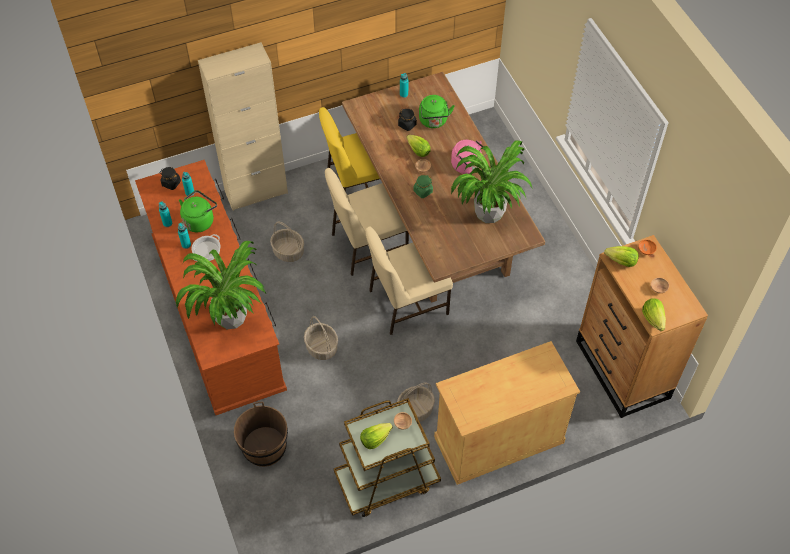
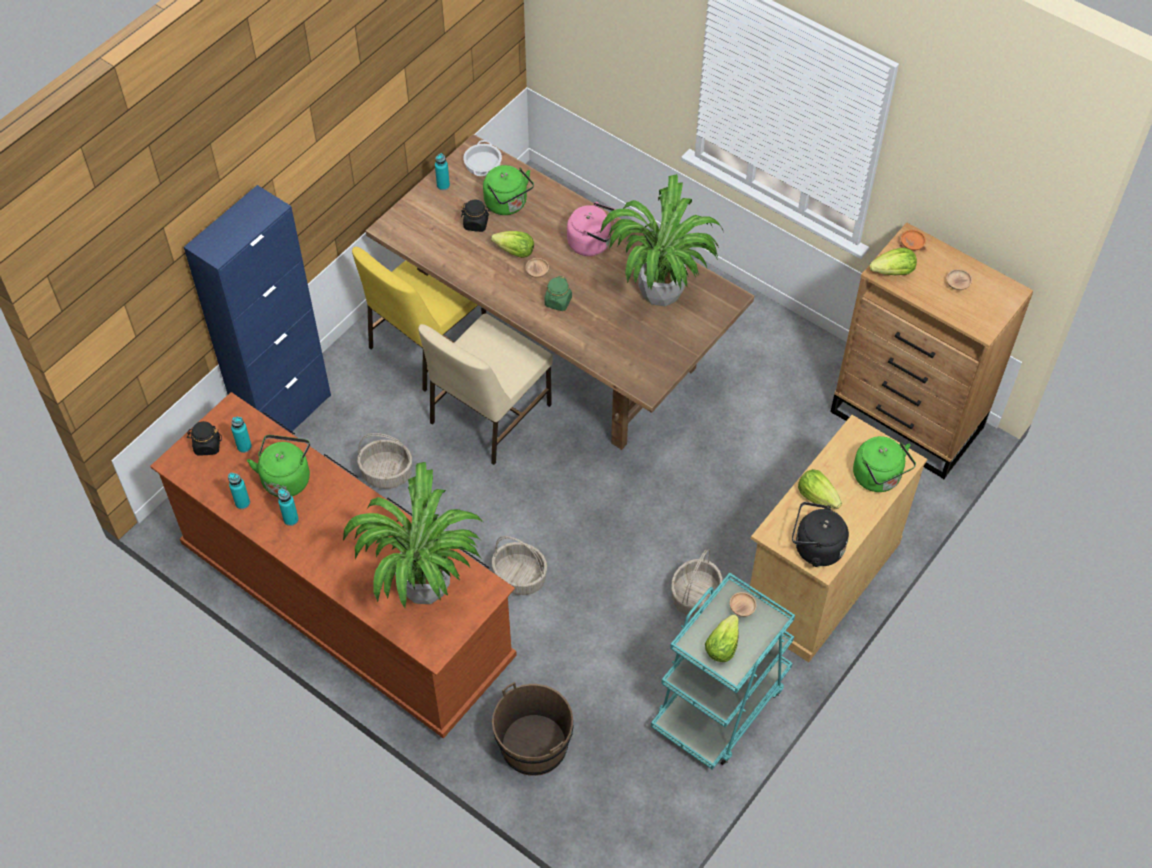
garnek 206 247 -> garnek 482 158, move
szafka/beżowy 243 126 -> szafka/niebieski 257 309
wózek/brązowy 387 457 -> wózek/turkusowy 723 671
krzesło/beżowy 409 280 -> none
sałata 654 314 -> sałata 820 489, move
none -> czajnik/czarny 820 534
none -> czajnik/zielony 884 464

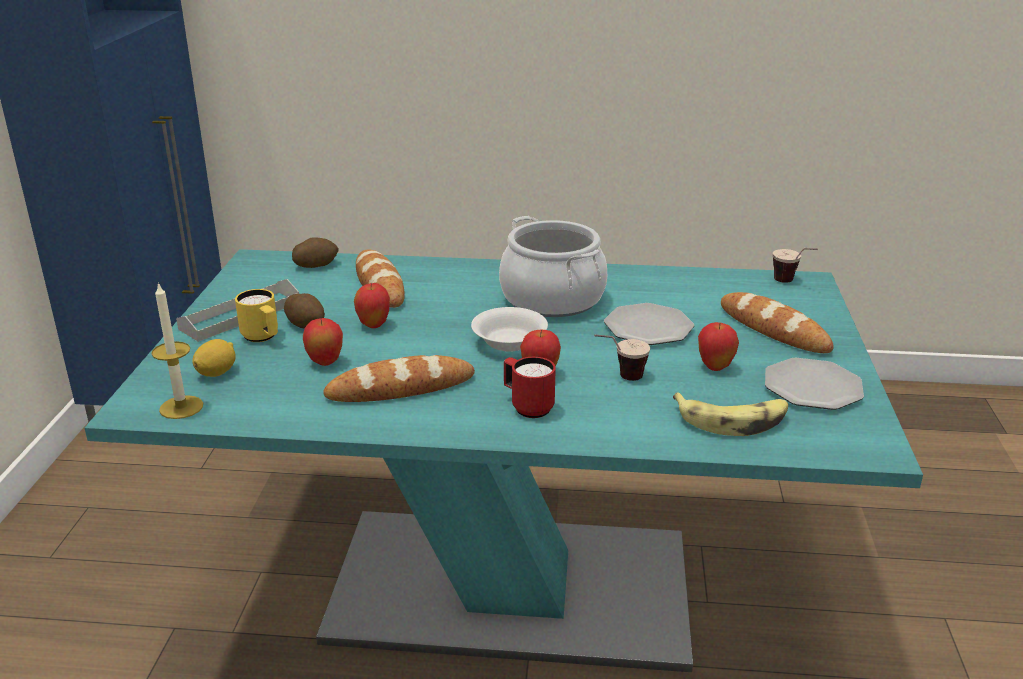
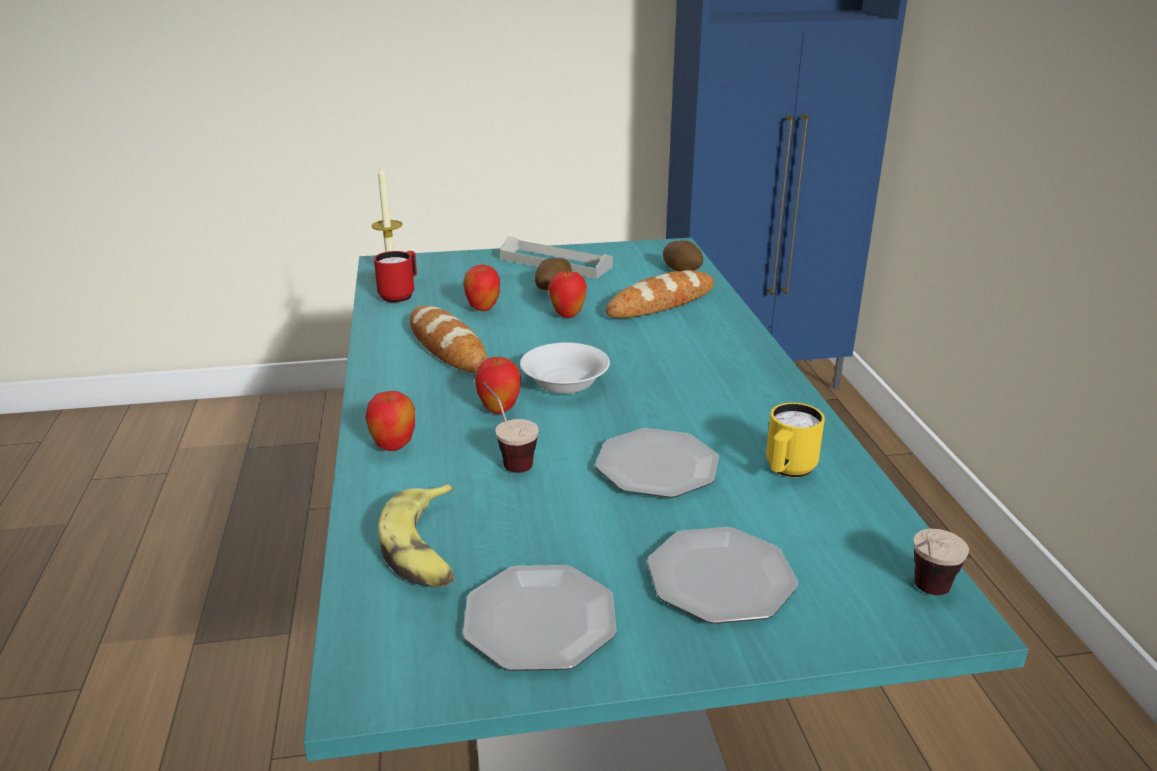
cytryna 214 358 -> none
kubek/żółty 256 315 -> kubek/żółty 795 440, move
garnek 553 266 -> none
kubek/czerwony 530 387 -> kubek/czerwony 395 277, move
jabłko 718 346 -> jabłko 390 421, move
chleb 777 322 -> talerz 722 575

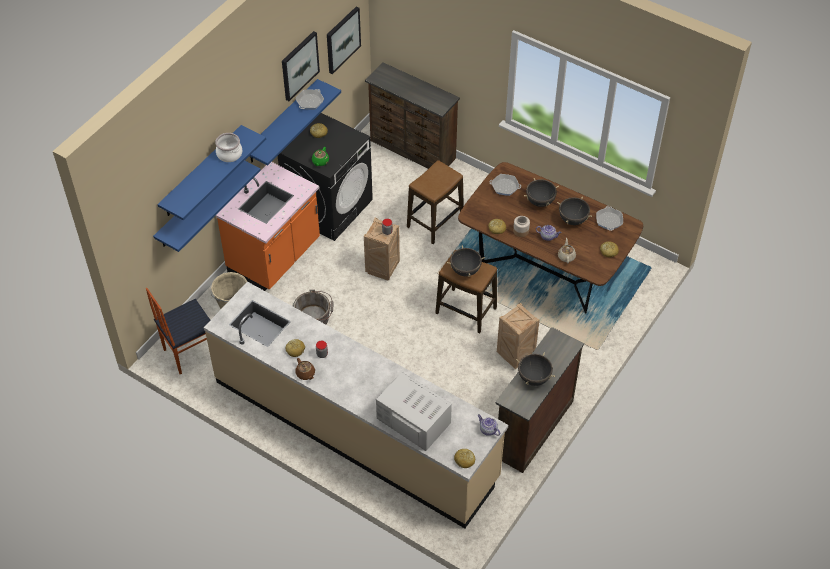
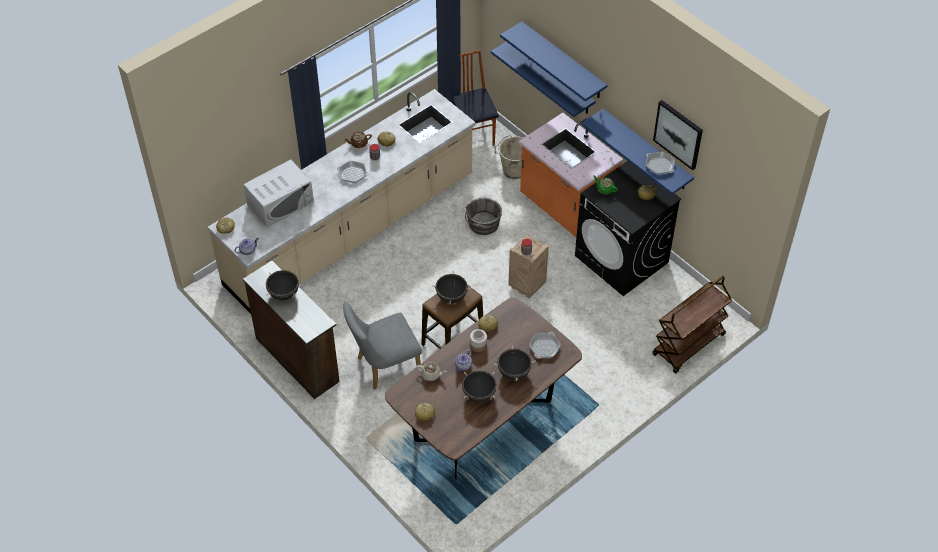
garnek 228 147 -> none
obraz 344 40 -> none
komoda/brązowy 412 116 -> wózek/brązowy 692 325
stołek 435 202 -> none
skrzynka 518 336 -> krzesło/szary 382 345
patelnia 609 218 -> patelnia 352 172, move

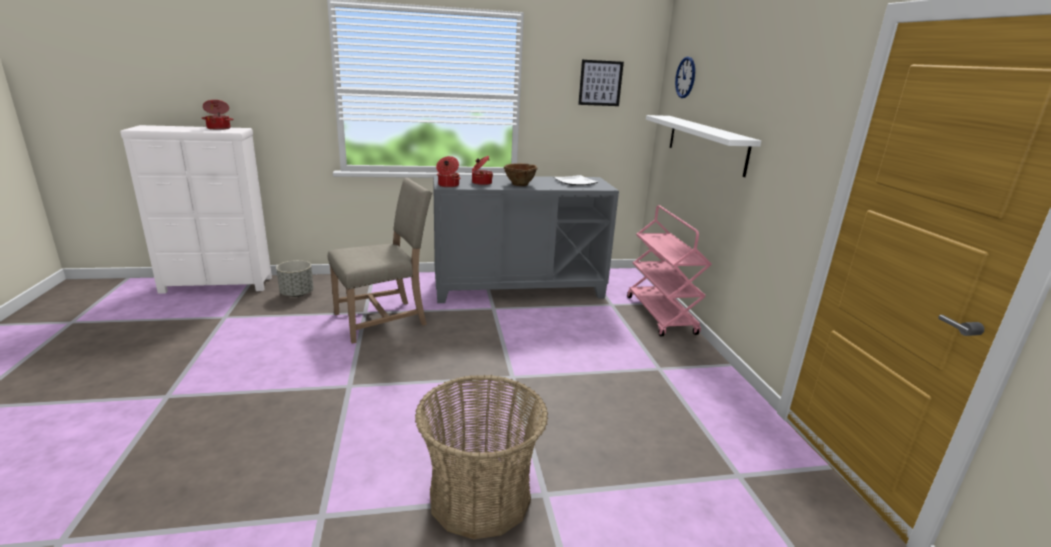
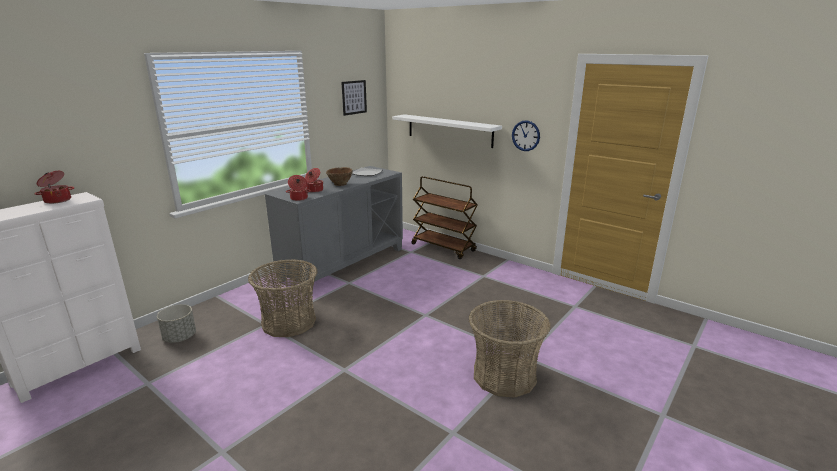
krzesło/beżowy 380 260 -> koszyk 283 298
wózek/różowy 669 271 -> wózek/brązowy 444 217
zegar ścienny 685 77 -> zegar ścienny 526 135, move

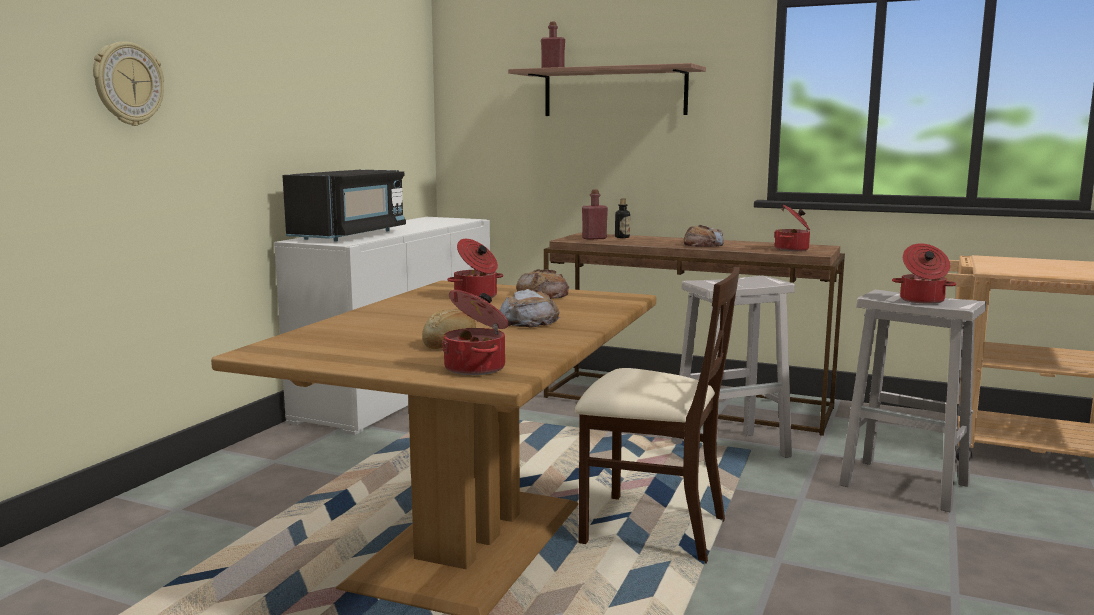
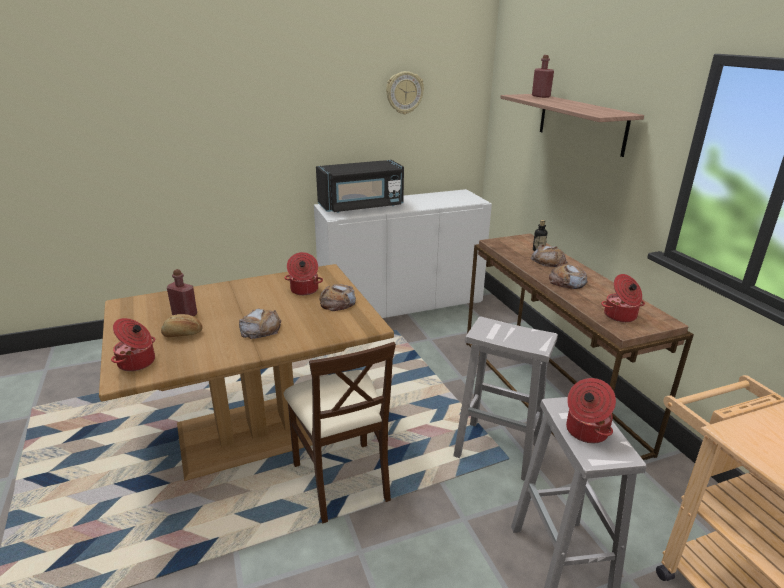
zegar ścienny 128 84 -> zegar ścienny 405 92, move
butelka/czerwony 595 214 -> butelka/czerwony 182 292, move
none -> chleb 549 256

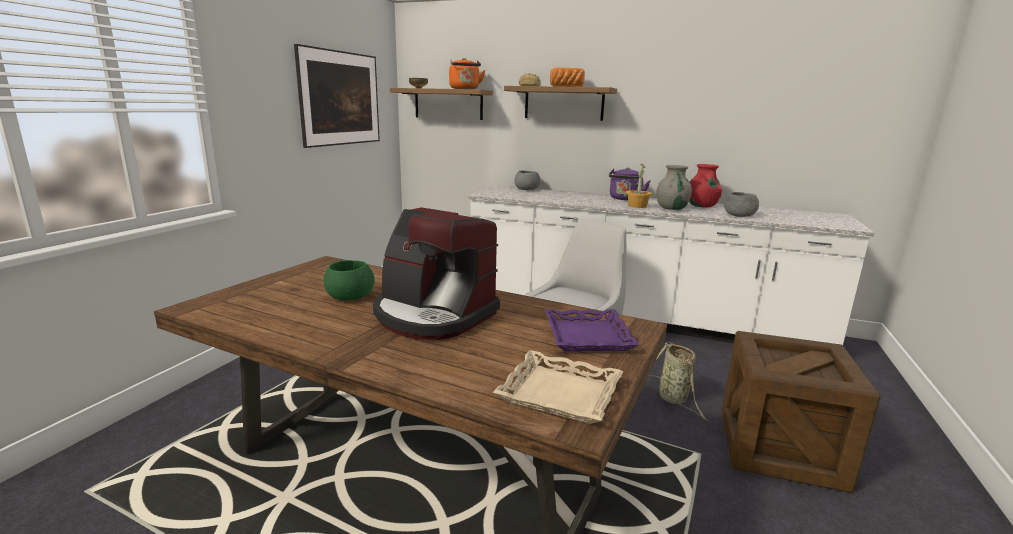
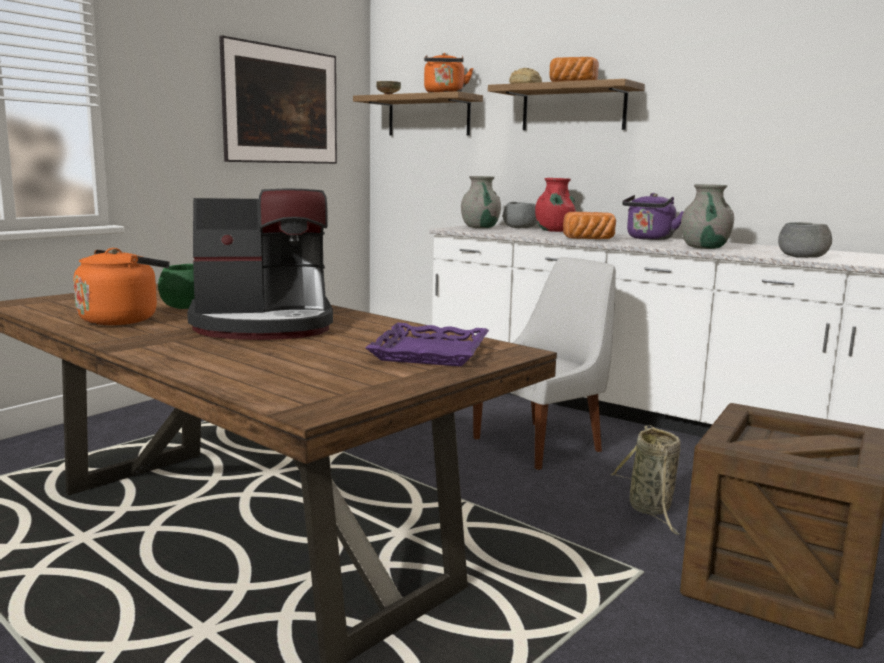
ekspres do kawy 436 273 -> ekspres do kawy 260 264, 60 degrees counterclockwise
taca/beżowy 558 387 -> none
roślina doniczkowa 639 186 -> none
wazon/czerwony 705 186 -> wazon/czerwony 555 205, move
none -> czajnik/pomarańczowy 122 286
none -> wazon/szary 481 202
none -> chleb 589 225

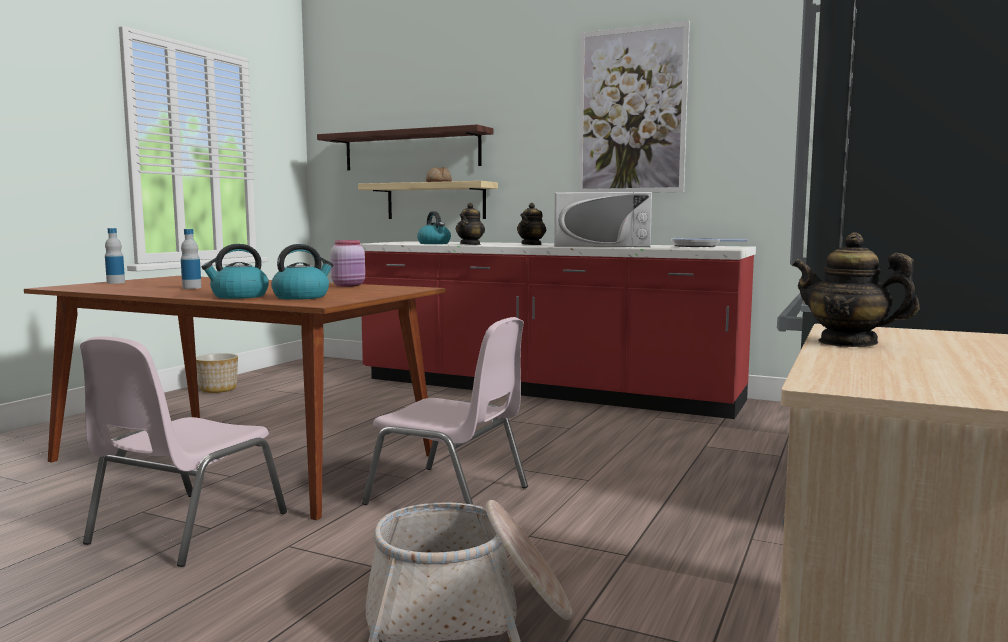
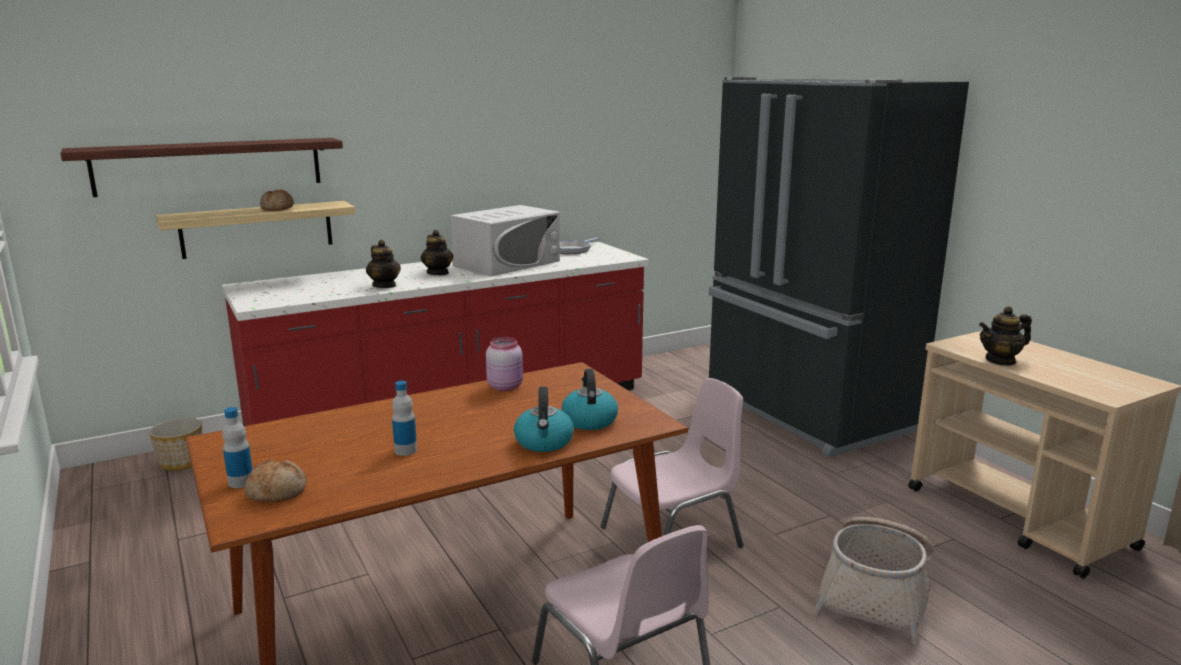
donica 217 373 -> donica 175 444, move
czajnik 434 227 -> none
obraz 634 107 -> none
none -> chleb 275 481

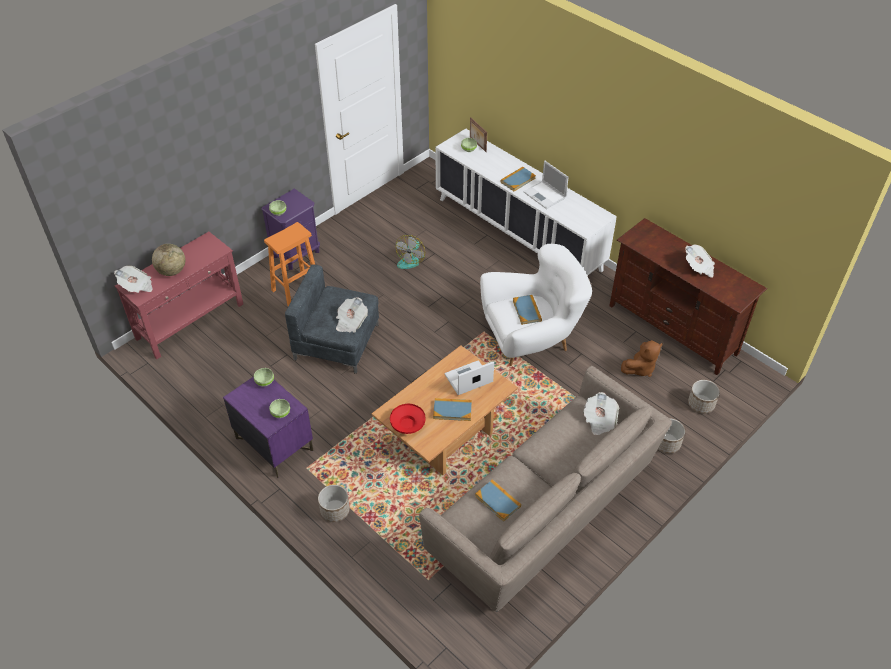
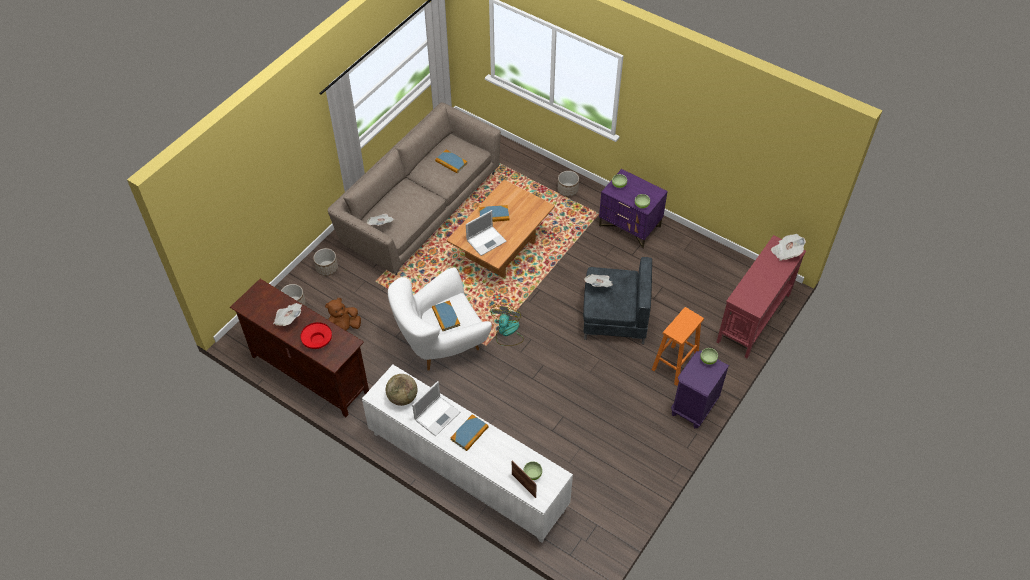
globus 168 260 -> globus 401 390, move
miska/czerwony 407 419 -> miska/czerwony 316 335, move
wentylator 410 252 -> wentylator 507 325, move
laptop 546 185 -> laptop 436 408, 90 degrees clockwise

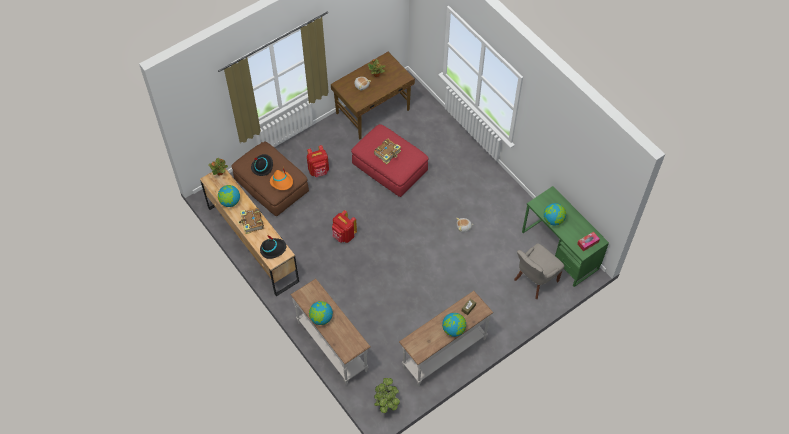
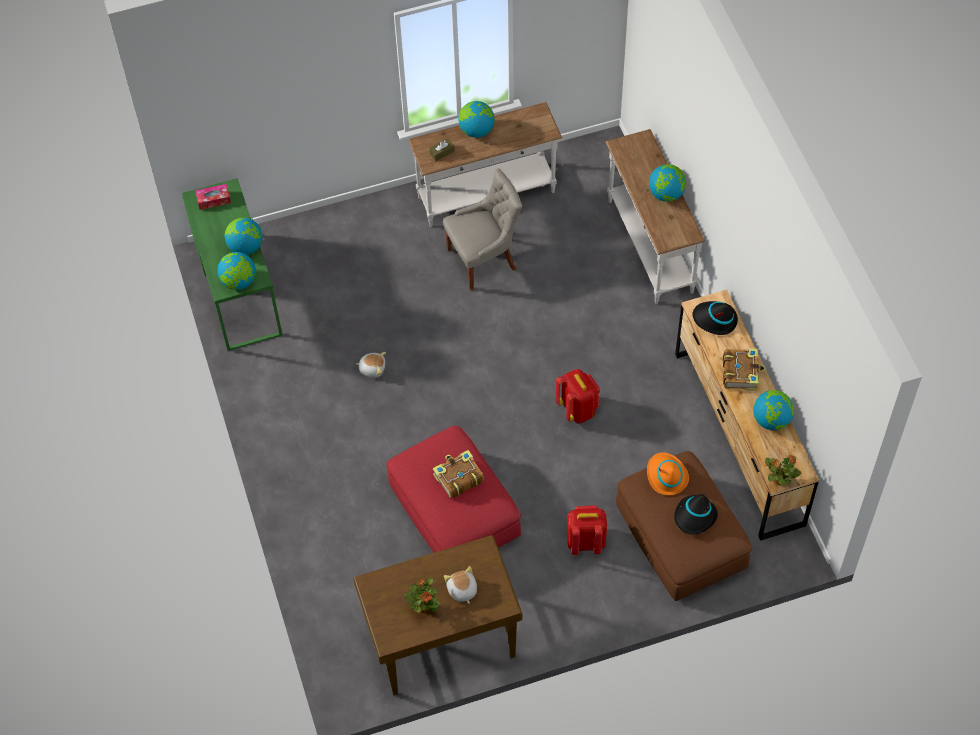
roślina doniczkowa 387 395 -> none
krzesło/szary 539 271 -> krzesło/szary 482 229, move
none -> globus 236 271

